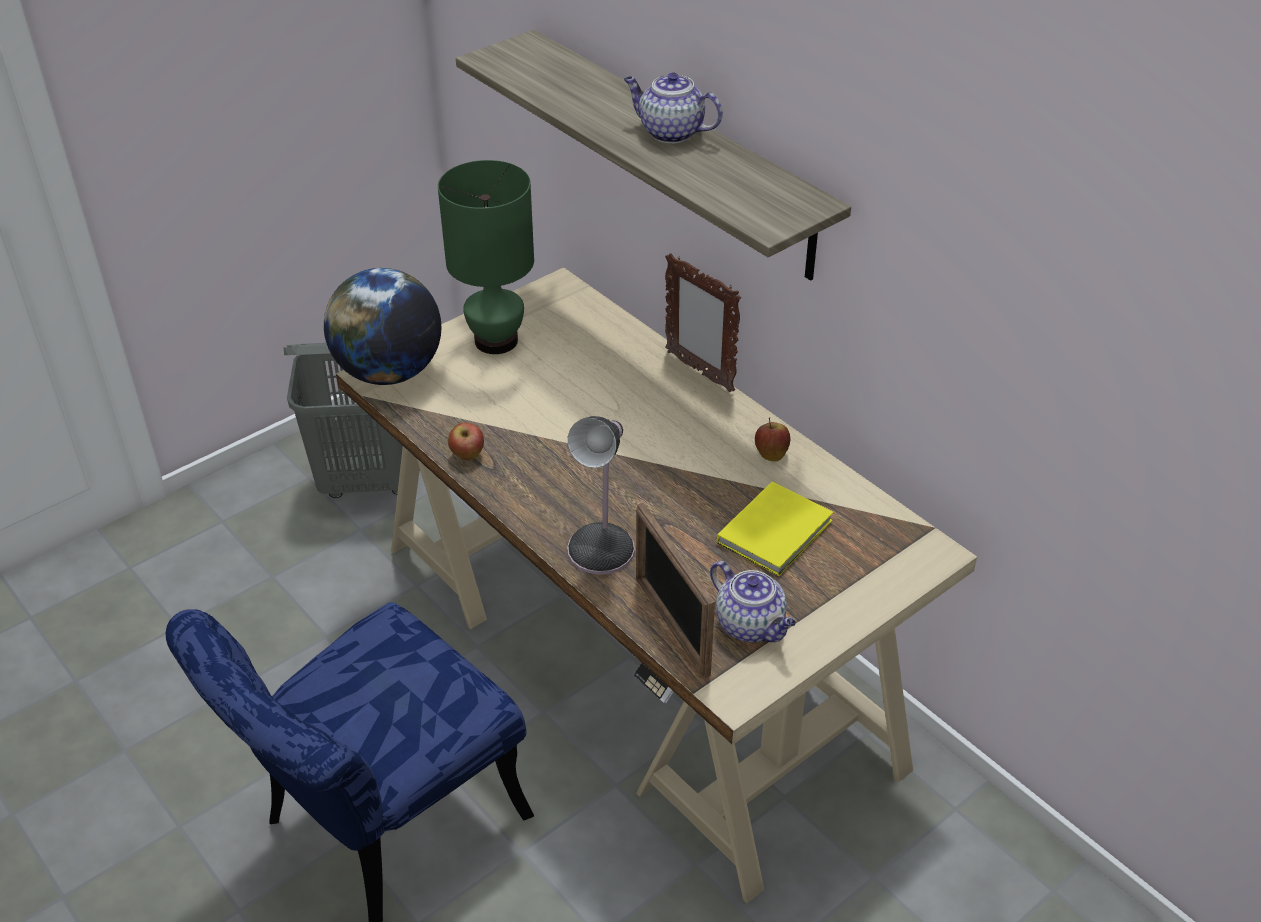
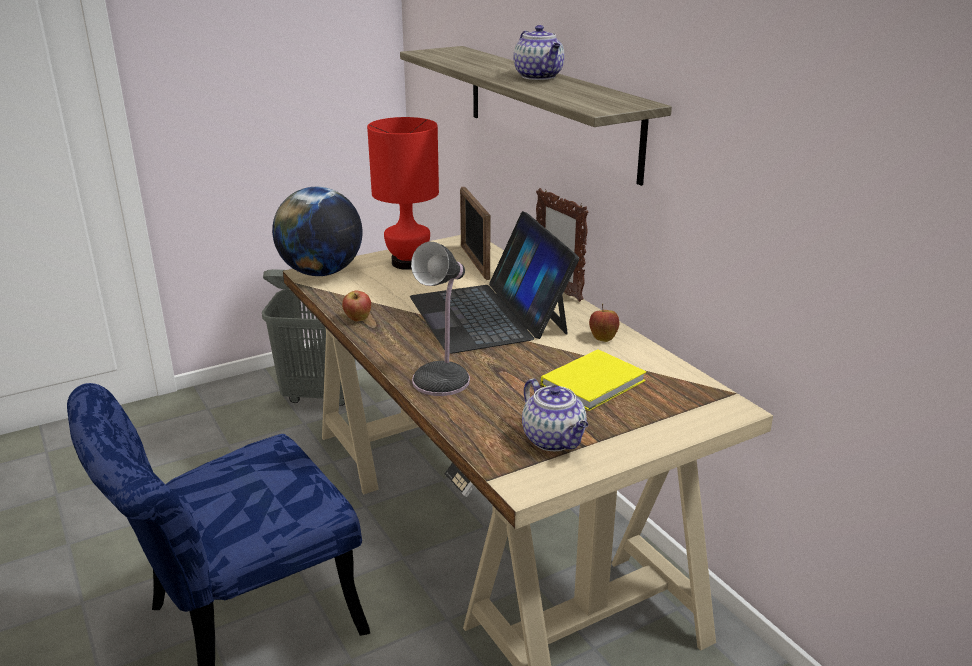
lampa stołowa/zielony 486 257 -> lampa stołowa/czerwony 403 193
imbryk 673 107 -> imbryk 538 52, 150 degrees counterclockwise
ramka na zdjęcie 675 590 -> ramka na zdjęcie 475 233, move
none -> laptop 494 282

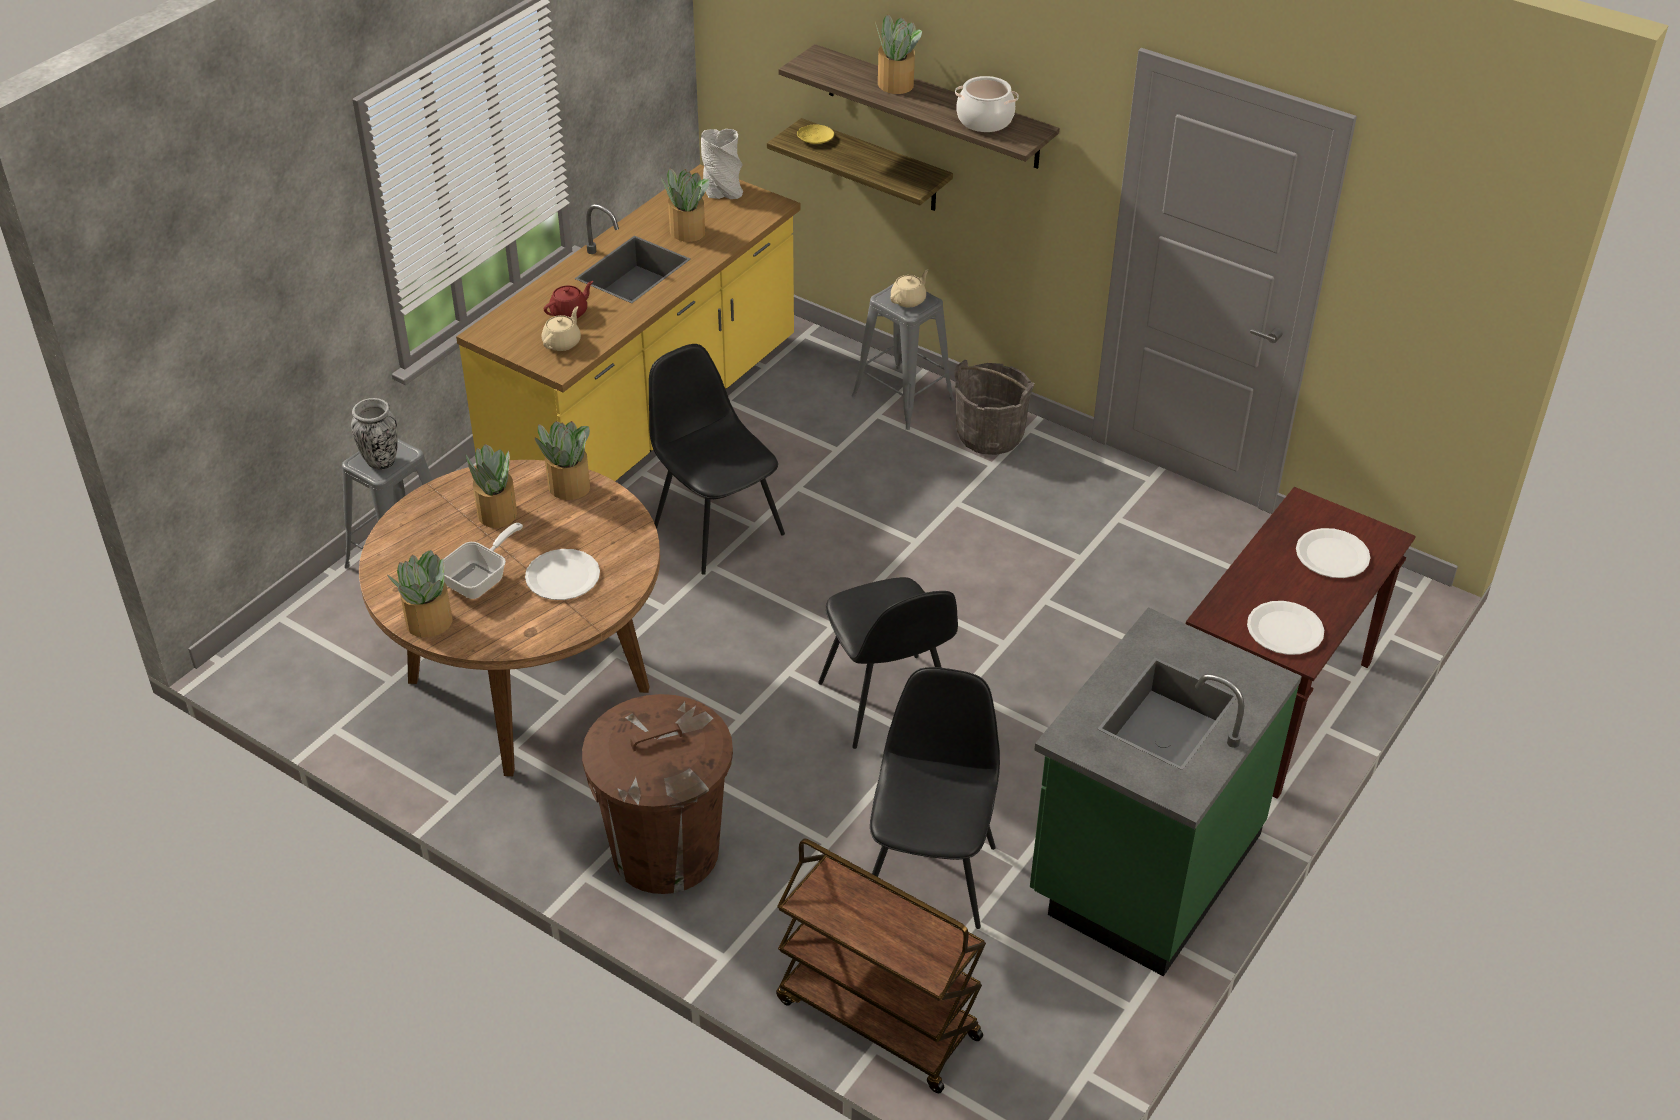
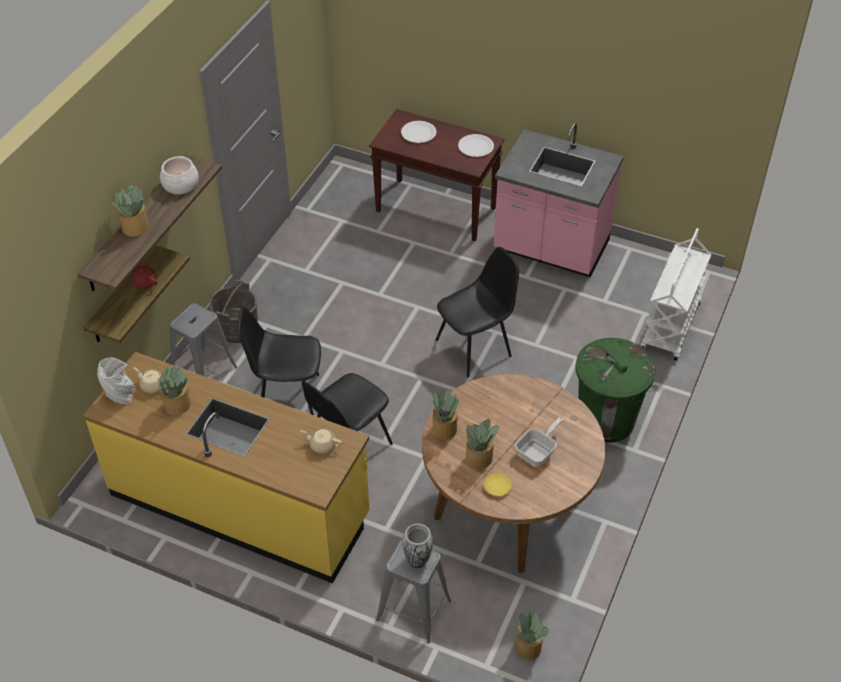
roślina doniczkowa 420 593 -> roślina doniczkowa 531 636, move
patelnia 483 561 -> patelnia 539 441, 105 degrees clockwise
talerz/biały 562 574 -> none
imbryk/czerwony 568 299 -> imbryk/czerwony 144 277, move
kosz na śmieci/brązowy 657 794 -> kosz na śmieci/zielony 616 390
wózek/brązowy 881 965 -> wózek/biały 676 294
talerz/żółty 815 134 -> talerz/żółty 498 484, move
krzesło/czarny 935 798 -> krzesło/czarny 279 361, move
imbryk/beżowy 909 288 -> imbryk/beżowy 147 380, move
zabudowa kuchenna/zielony 1166 792 -> zabudowa kuchenna/różowy 559 200

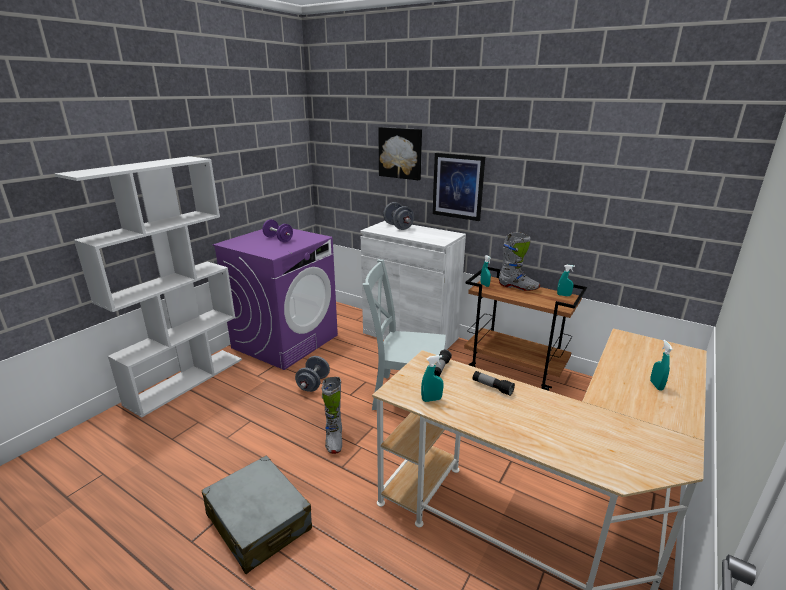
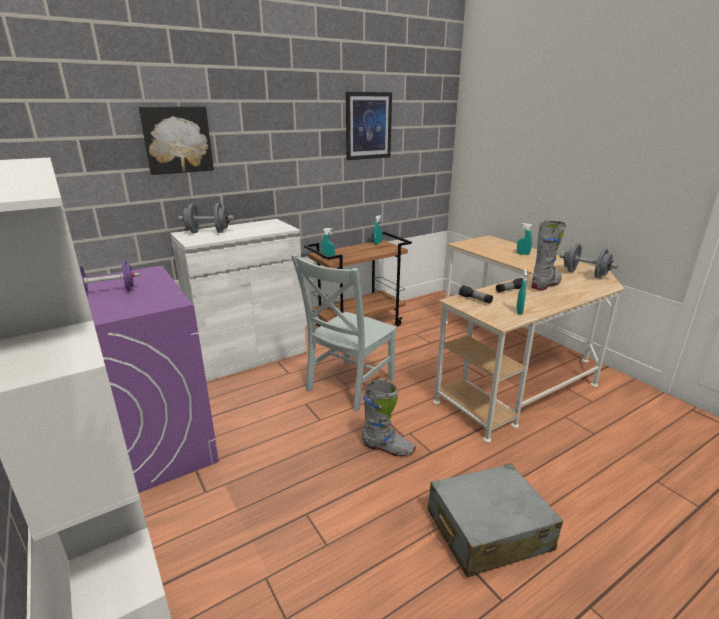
hantel/szary 312 374 -> hantel/szary 588 261, move
obraz 458 187 -> obraz 369 126, move
but z cholewką/szary 519 261 -> but z cholewką/szary 548 255, move

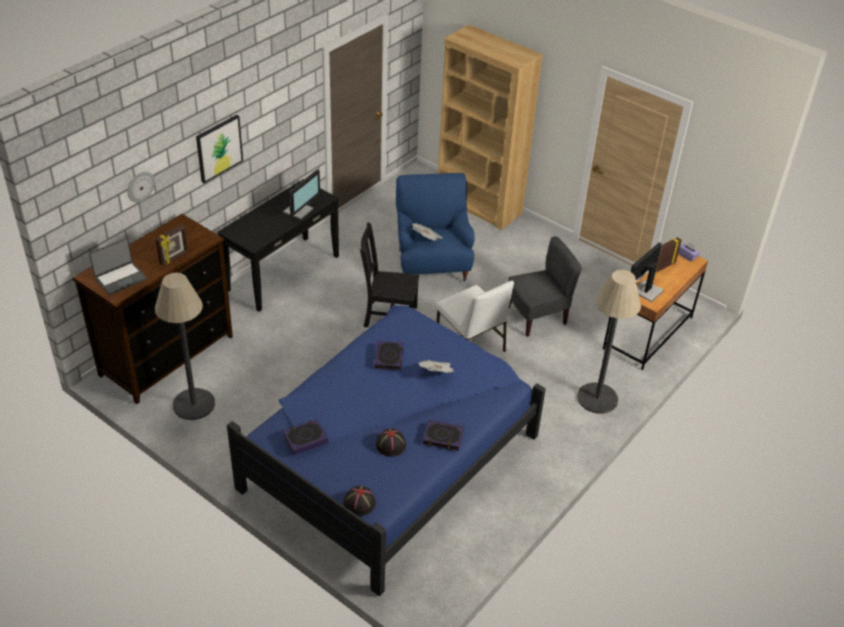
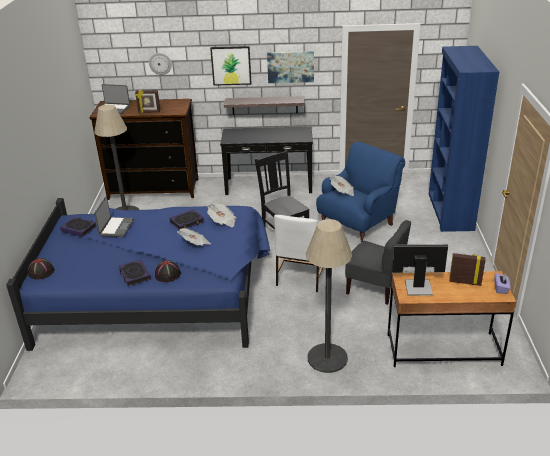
monitor 301 195 -> none
kapelusz/czarny 391 442 -> kapelusz/czarny 168 271, move
regał/brązowy 490 127 -> regał/niebieski 464 139
none -> laptop 114 216
none -> gazeta 221 215
none -> półka 264 105
none -> obraz 290 67

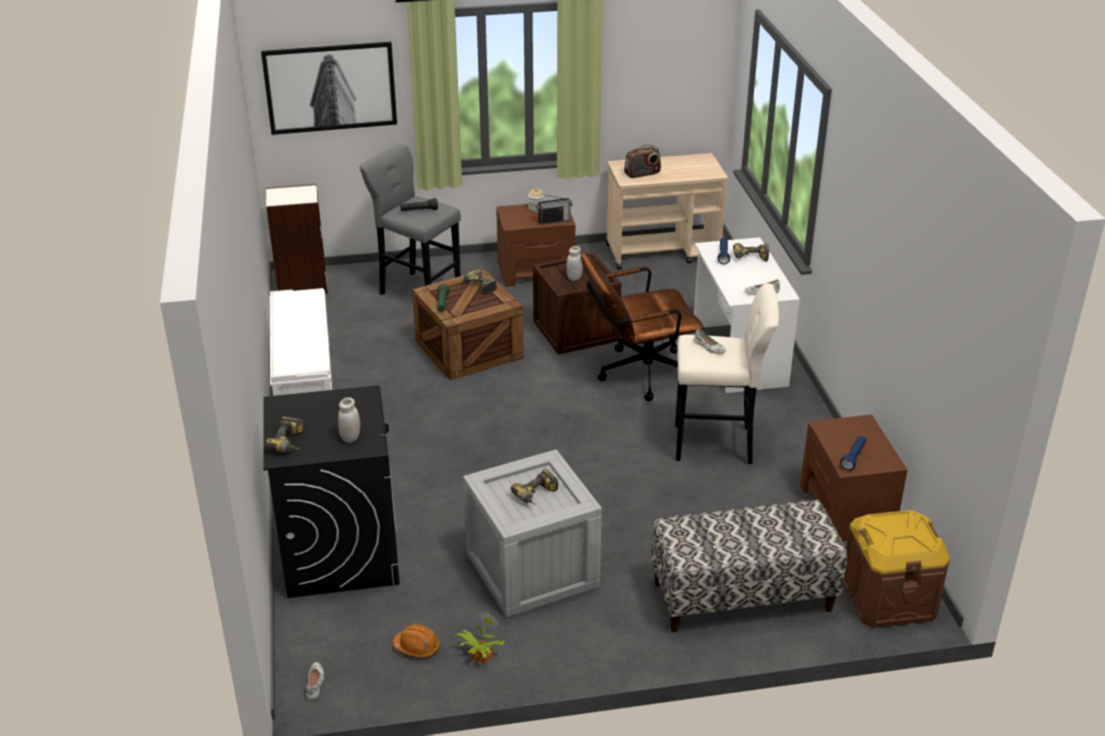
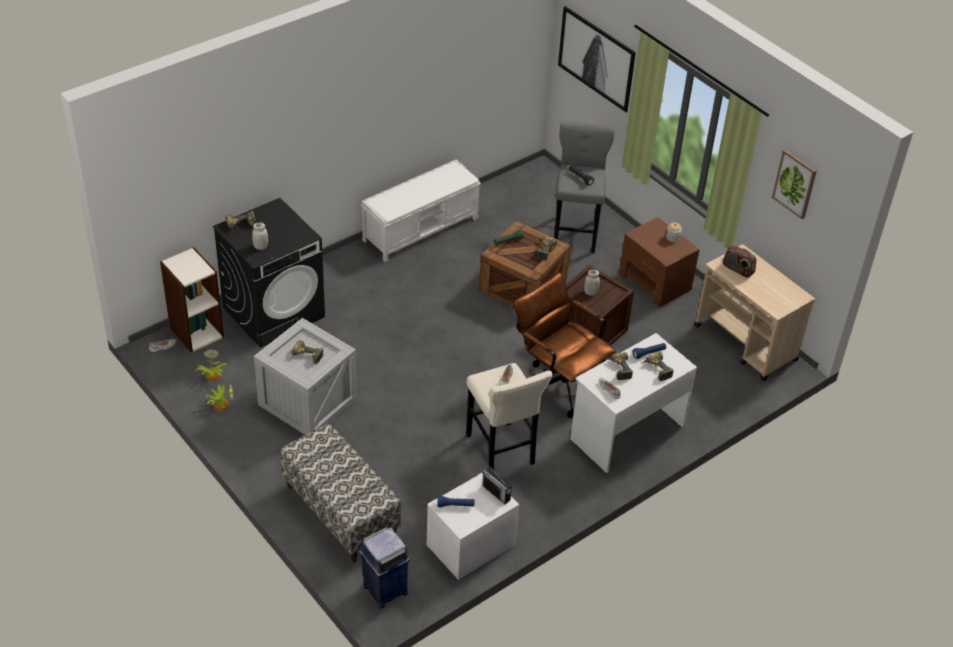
regał 297 239 -> regał 192 300, move
kask/pomarańczowy 416 641 -> roślina doniczkowa 210 365
radio 554 209 -> radio 497 484, move
szafka nocna/brązowy 853 478 -> szafka nocna/biały 472 526
pojemnik do przechowywania/brązowy 896 569 -> kosz na śmieci/niebieski 384 568
none -> wiertarka 620 366
none -> obraz 794 184

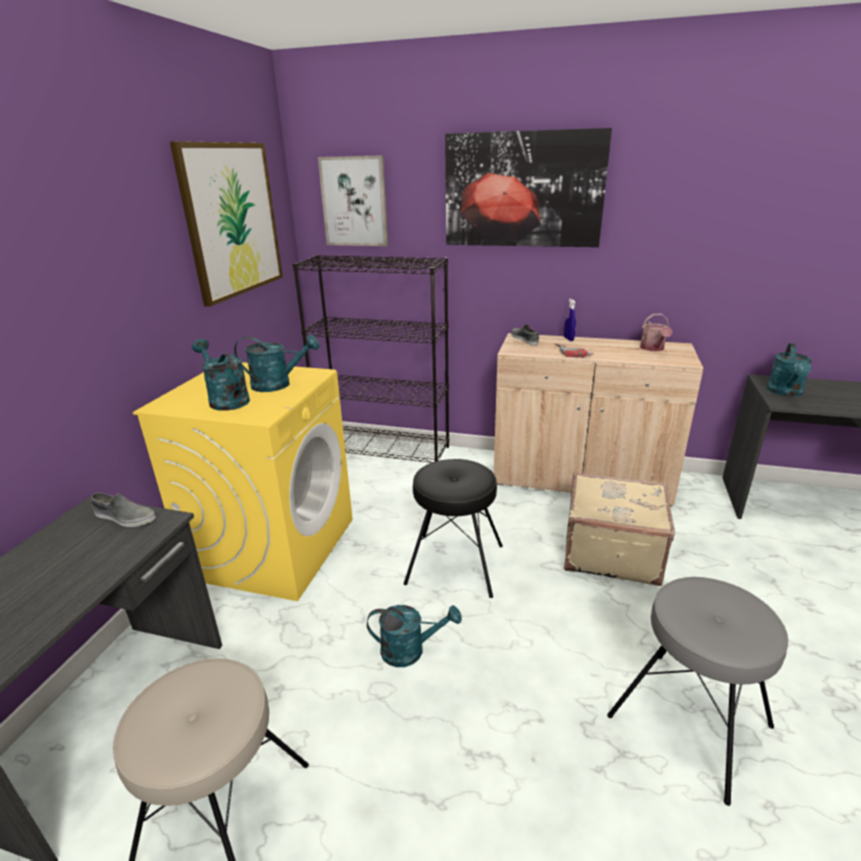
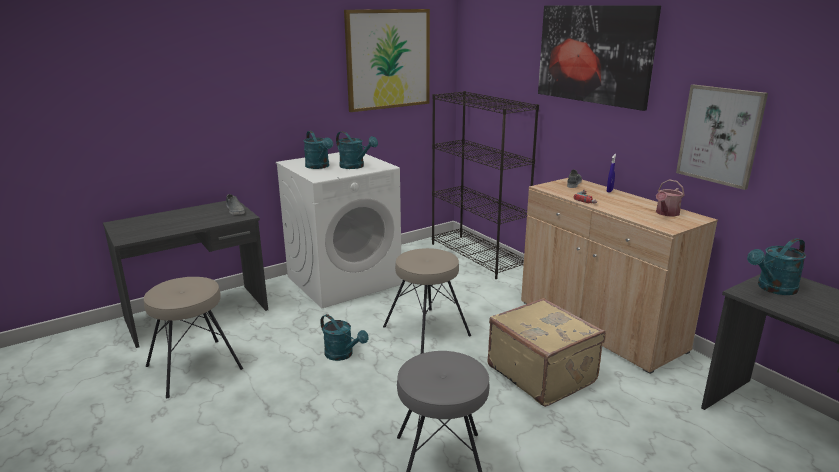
pralka/żółty 243 481 -> pralka/biały 339 230
konewka/turkusowy 221 375 -> konewka/turkusowy 318 150, 150 degrees clockwise
obraz 353 200 -> obraz 722 137, move
stołek/czarny 453 528 -> stołek/beżowy 427 301

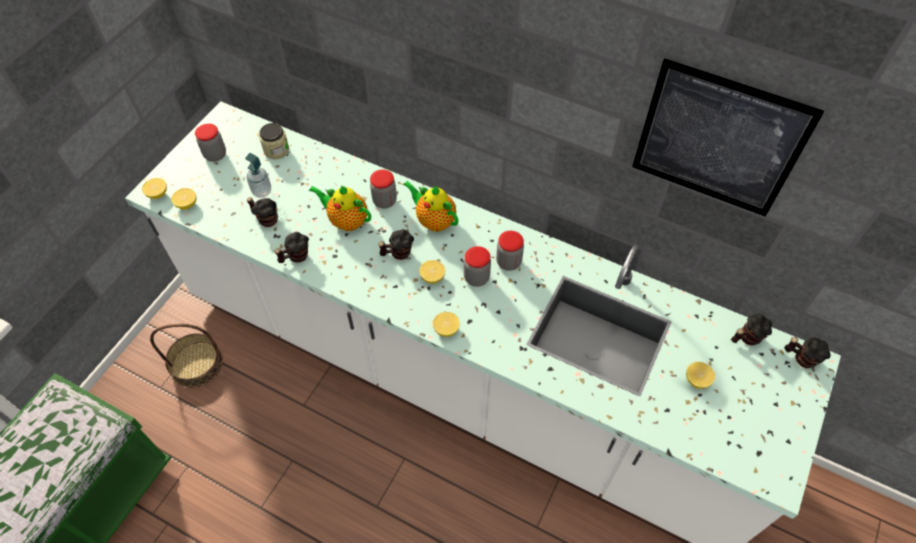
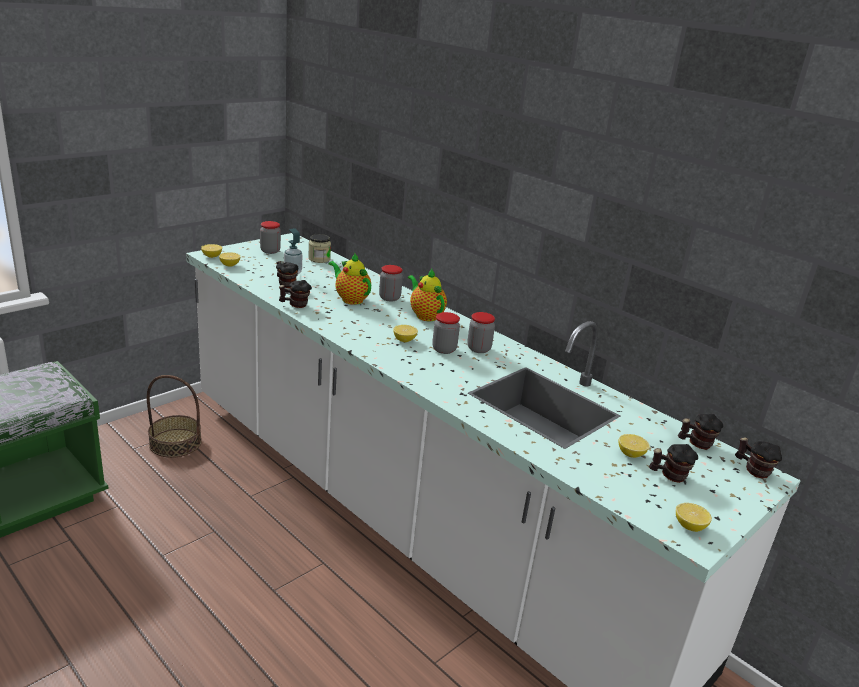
kubek 396 244 -> kubek 673 463, move
cytryna 446 324 -> cytryna 694 517, move
obraz 728 137 -> none

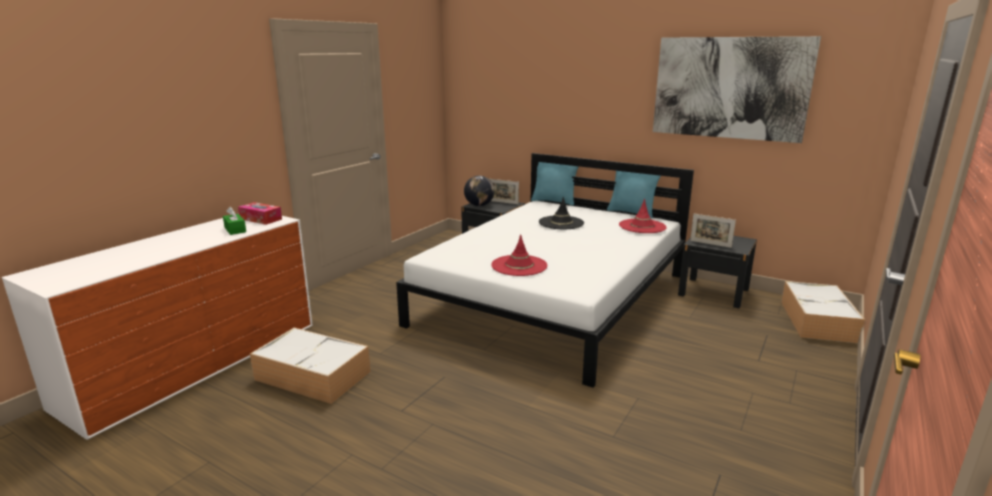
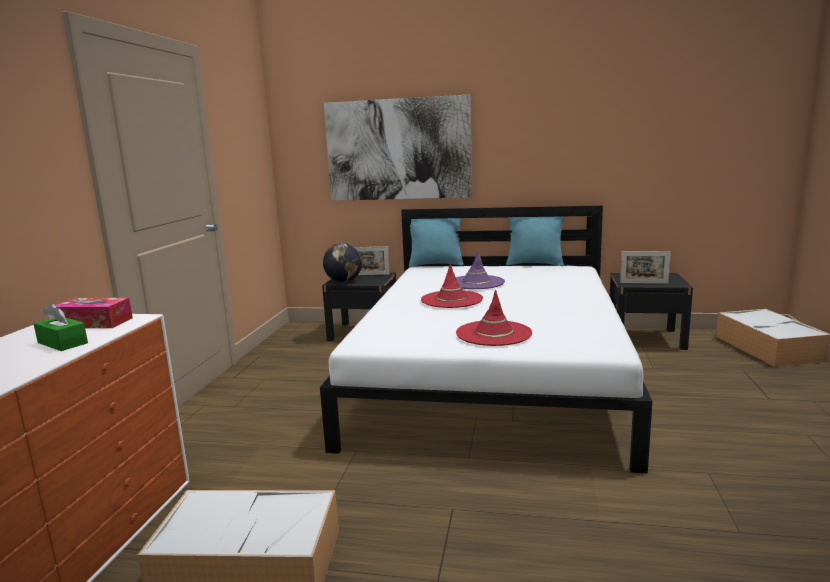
kapelusz/czarny 561 213 -> kapelusz/fioletowy 480 269
kapelusz/czerwony 643 216 -> kapelusz/czerwony 452 285, move
obraz 737 89 -> obraz 398 147, move

